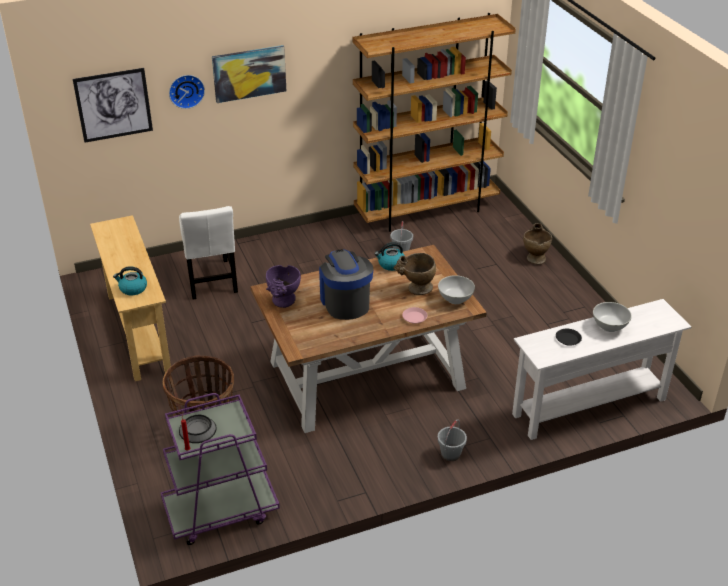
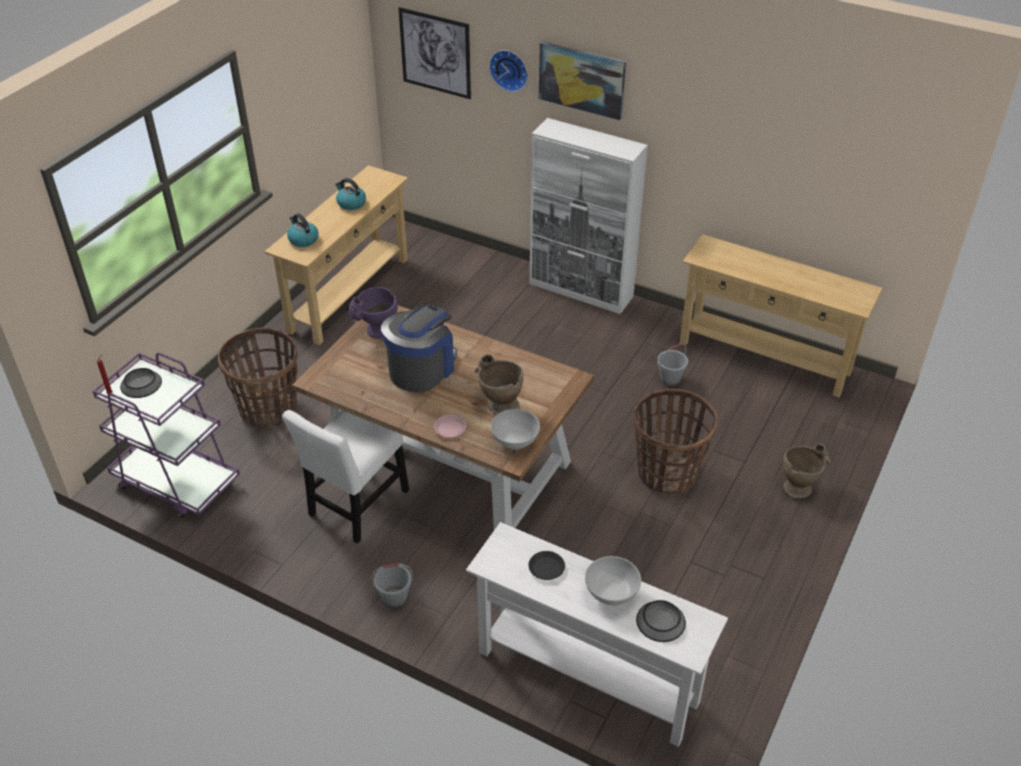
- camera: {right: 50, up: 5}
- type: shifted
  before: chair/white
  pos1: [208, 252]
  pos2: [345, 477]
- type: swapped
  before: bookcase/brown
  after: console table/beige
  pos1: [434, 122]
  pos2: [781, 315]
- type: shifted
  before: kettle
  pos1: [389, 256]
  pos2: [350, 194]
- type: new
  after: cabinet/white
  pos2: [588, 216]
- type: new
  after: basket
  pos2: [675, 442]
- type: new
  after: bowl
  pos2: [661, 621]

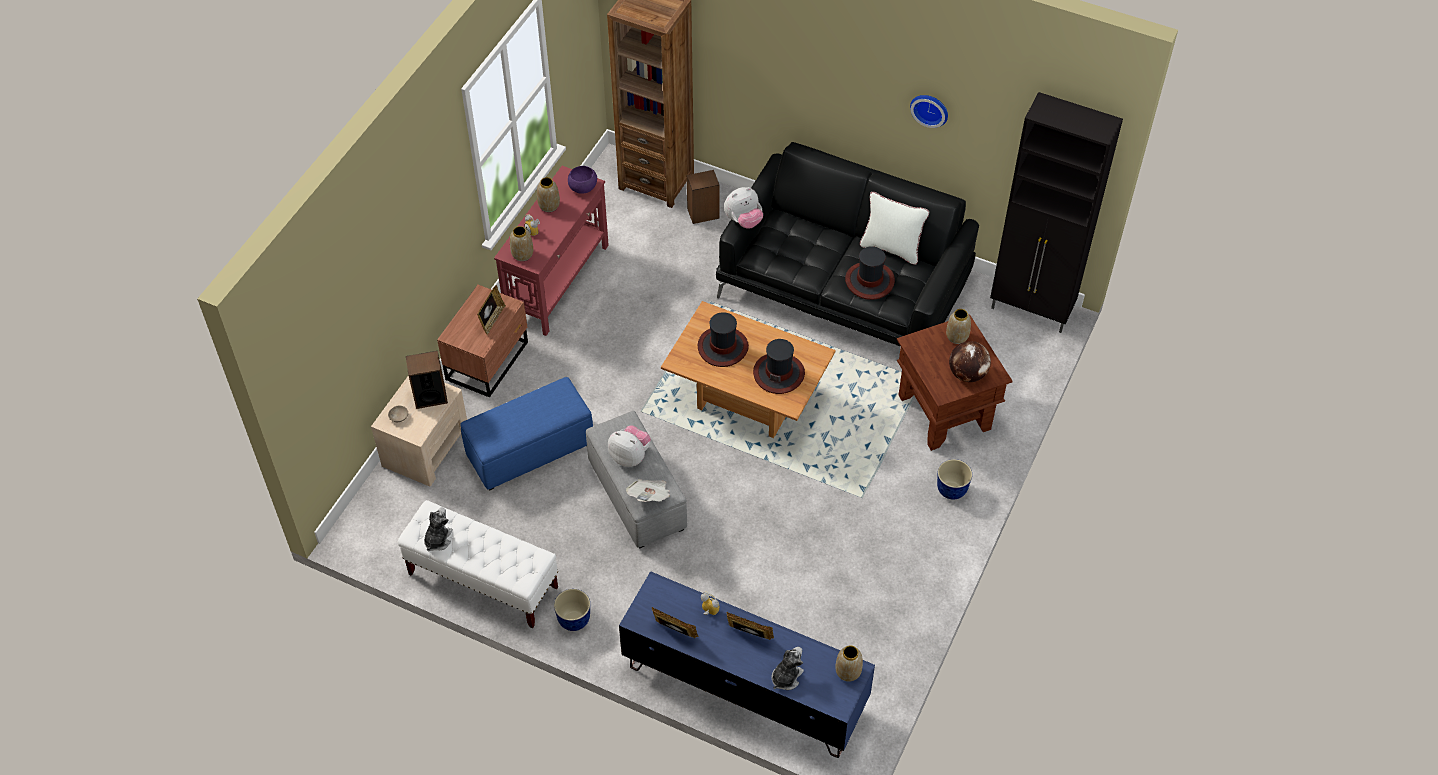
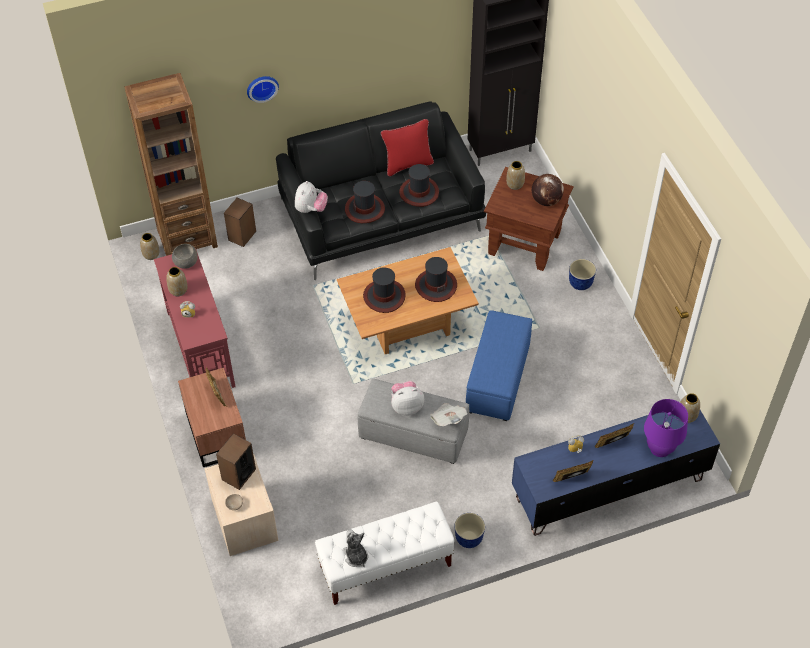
- camera: {right: -45, up: 0}
- type: shifted
  before: ottoman/blue
  pos1: [526, 434]
  pos2: [499, 365]
- type: shifted
  before: vase
  pos1: [521, 243]
  pos2: [150, 246]
- type: repainted
  before: bowl/purple
  after: bowl/grey
  pos1: [582, 180]
  pos2: [185, 256]
- type: swapped
  before: plush toy
  after: table lamp/purple
  pos1: [788, 668]
  pos2: [666, 428]
- type: repainted
  before: pillow/white
  after: pillow/red
  pos1: [894, 228]
  pos2: [407, 147]
- type: shifted
  before: wall clock
  pos1: [929, 111]
  pos2: [263, 89]
- type: new
  after: hat
  pos2: [365, 202]

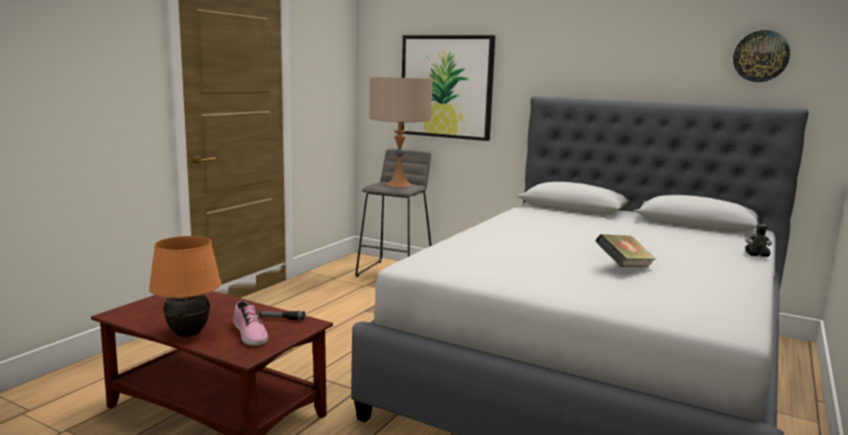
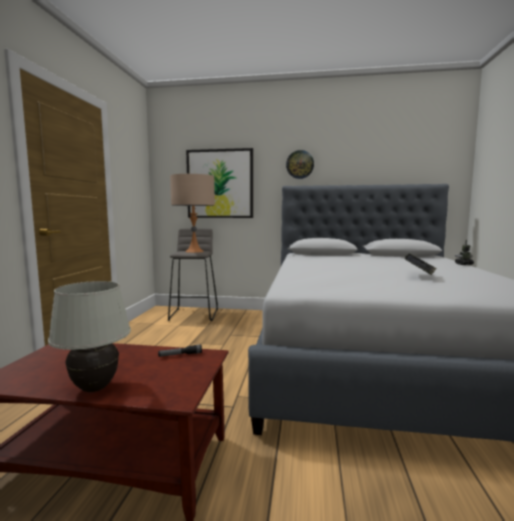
- camera: {right: -20, up: -5}
- type: repainted
  before: table lamp/orange
  after: table lamp/white
  pos1: [185, 286]
  pos2: [89, 336]
- type: gone
  before: shoe
  pos1: [250, 323]
- type: shifted
  before: wall clock
  pos1: [761, 56]
  pos2: [300, 164]

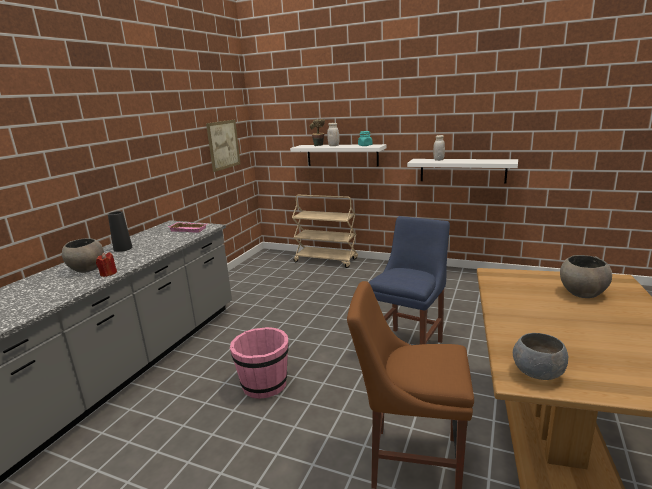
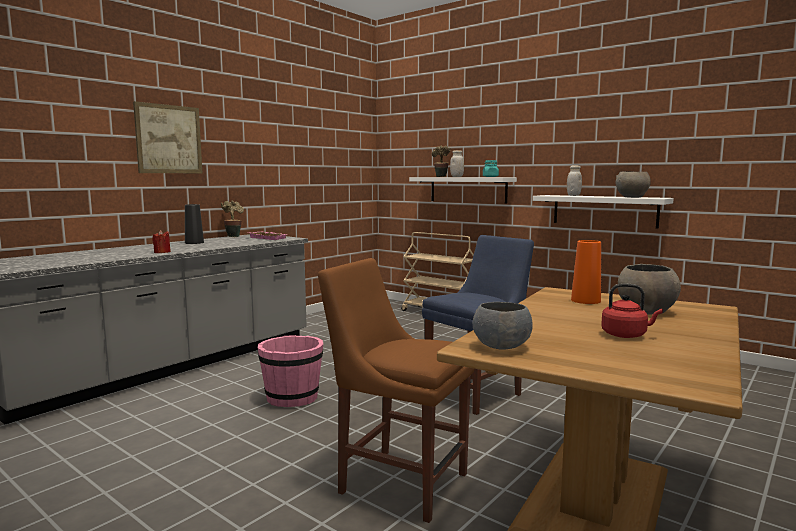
- camera: {right: 15, up: -10}
- type: shifted
  before: bowl/grey
  pos1: [83, 255]
  pos2: [633, 184]
- type: shifted
  before: picture
  pos1: [223, 146]
  pos2: [167, 137]
- type: new
  after: potted plant
  pos2: [232, 218]
- type: new
  after: vase/orange
  pos2: [586, 272]
- type: new
  after: kettle/red
  pos2: [632, 310]

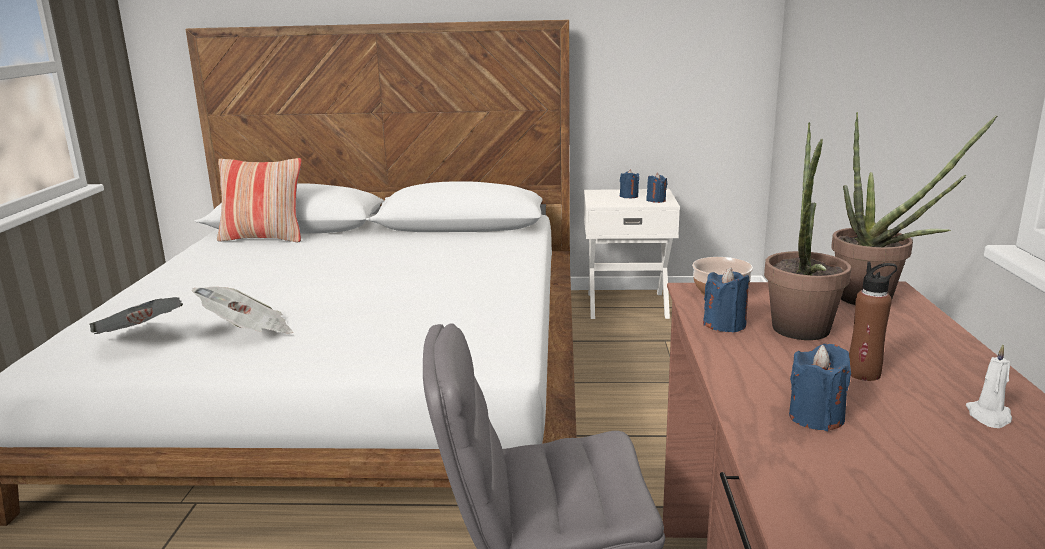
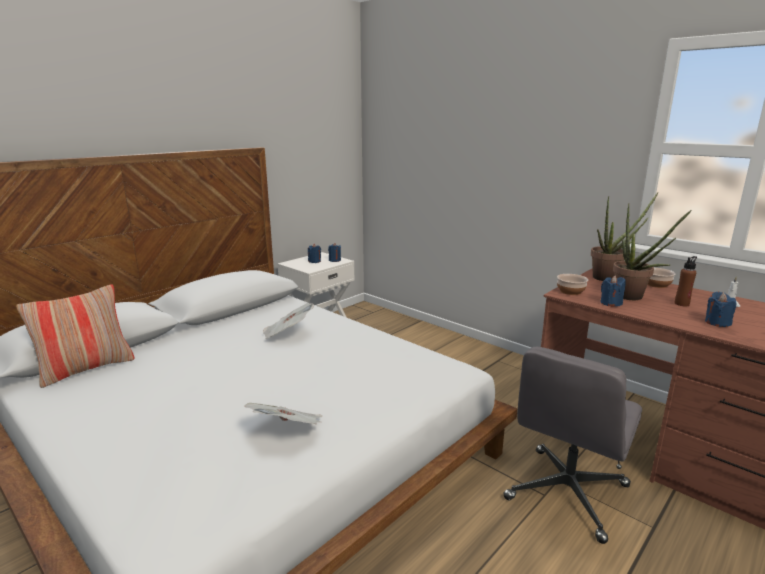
- camera: {right: -50, up: 0}
- type: shifted
  before: newspaper
  pos1: [136, 315]
  pos2: [288, 321]
- type: new
  after: bowl
  pos2: [661, 278]

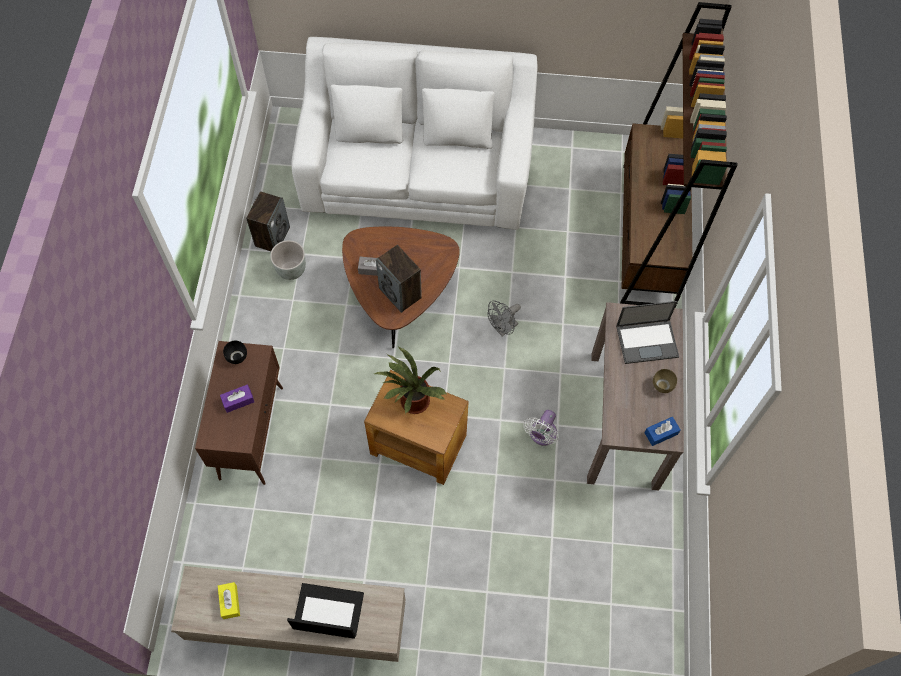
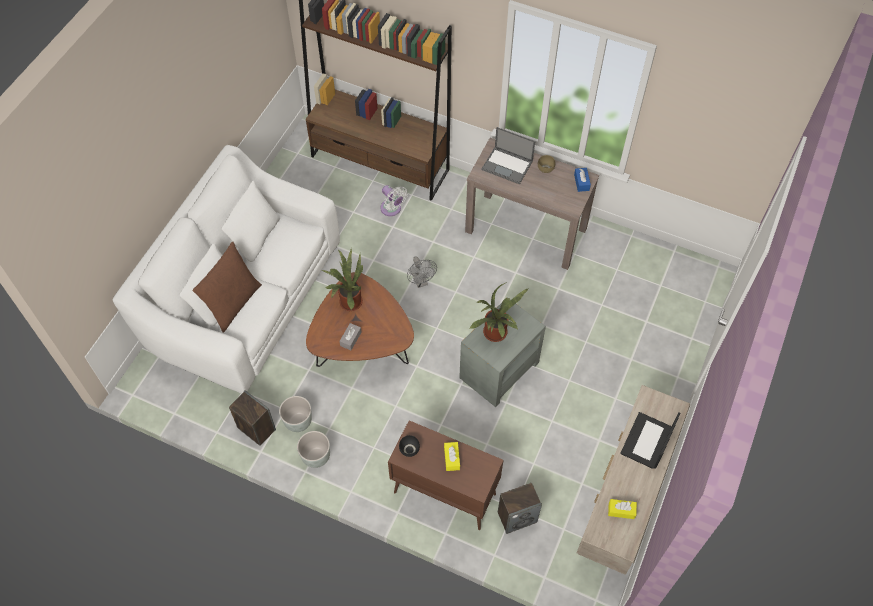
- camera: {right: -70, up: -5}
- type: repainted
  before: tissue box/purple
  after: tissue box/yellow
  pos1: [237, 398]
  pos2: [452, 456]
- type: repainted
  before: side table/brown
  after: side table/grey
  pos1: [416, 427]
  pos2: [502, 352]
- type: shifted
  before: speaker
  pos1: [399, 279]
  pos2: [520, 508]
- type: shifted
  before: fan/white
  pos1: [540, 428]
  pos2: [394, 200]
- type: rotated
  before: laptop
  pos1: [647, 332]
  pos2: [508, 155]
  turn: 105
- type: new
  after: pillow/brown
  pos2: [227, 287]
- type: new
  after: planter/grey
  pos2: [313, 449]
- type: new
  after: potted plant
  pos2: [342, 280]

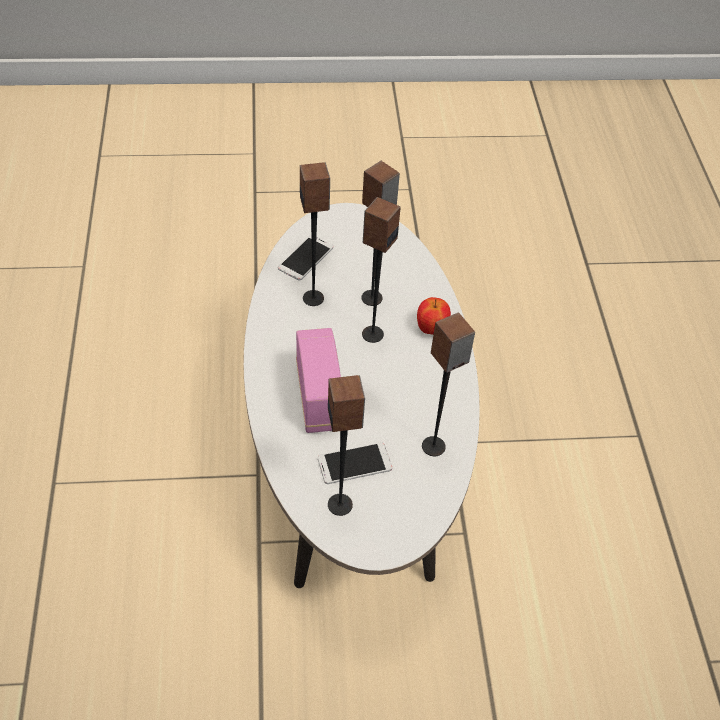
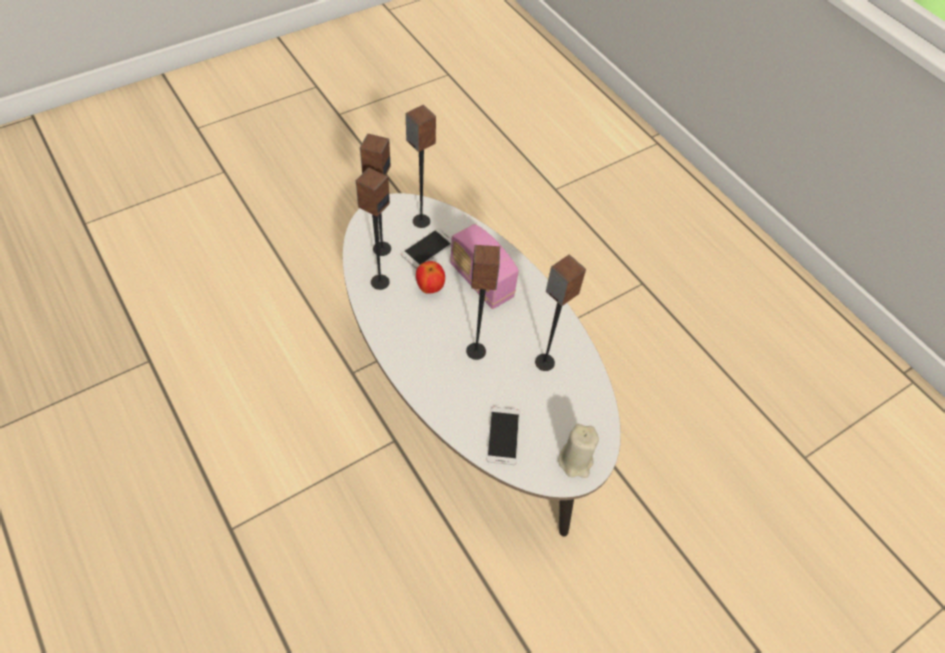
- camera: {right: 150, up: 5}
- type: shifted
  before: phone
  pos1: [305, 258]
  pos2: [503, 436]
- type: shifted
  before: speaker
  pos1: [380, 233]
  pos2: [375, 195]
- type: shifted
  before: apple
  pos1: [434, 316]
  pos2: [430, 277]
- type: new
  after: candle/beige
  pos2: [578, 451]

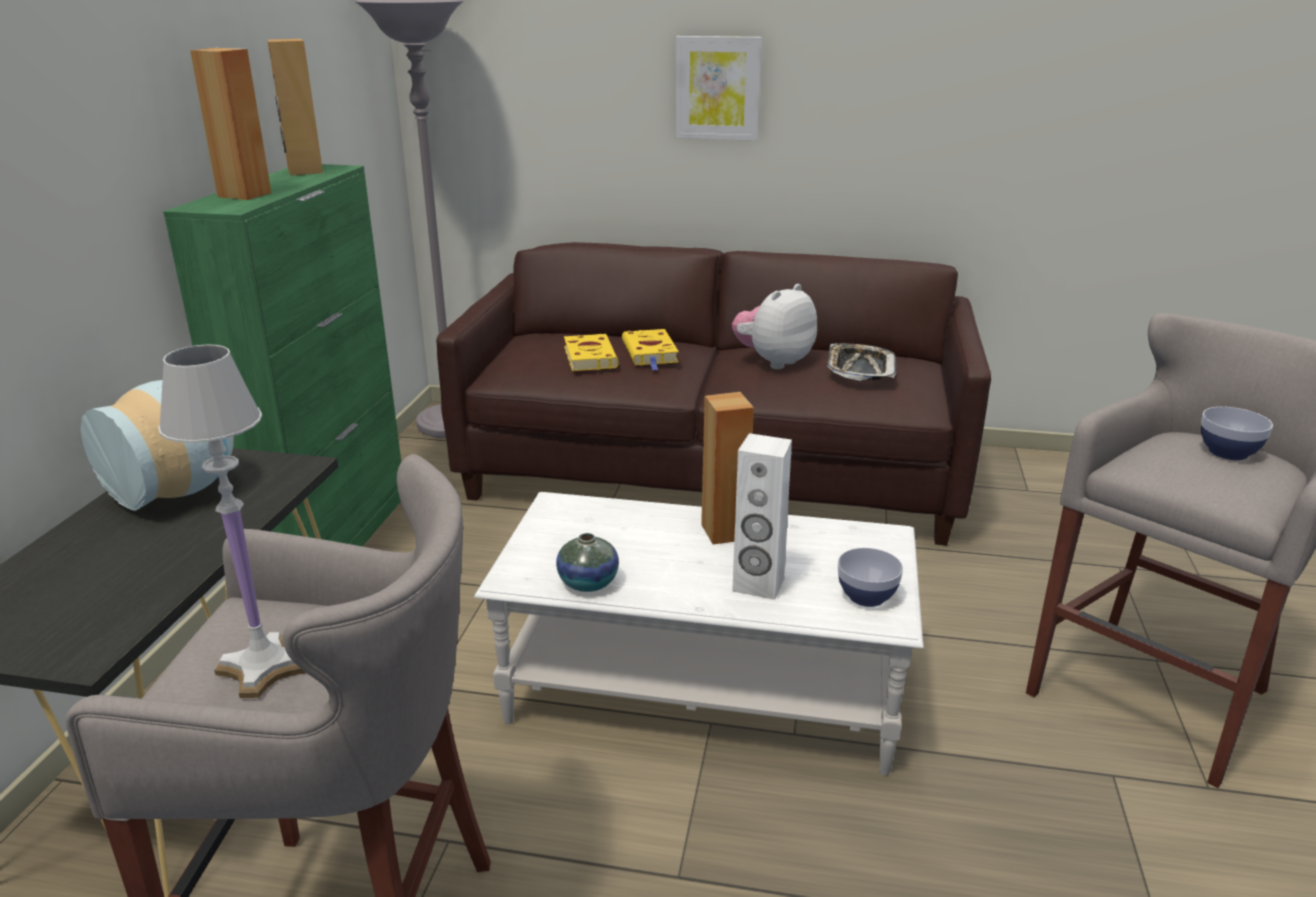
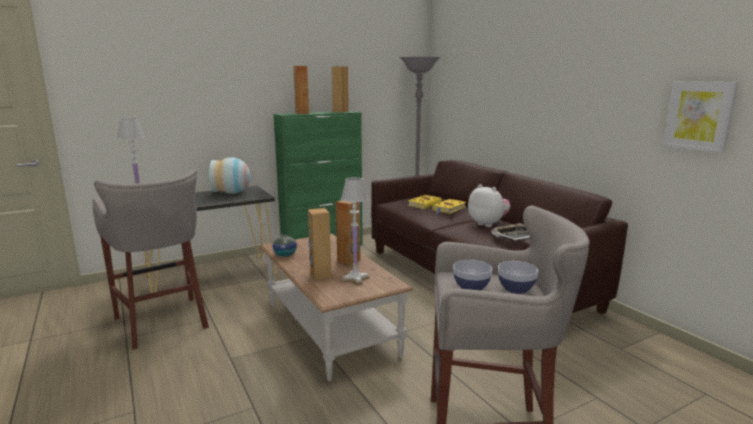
- camera: {right: 50, up: -10}
- type: repainted
  before: coffee table/white
  after: coffee table/brown
  pos1: [698, 634]
  pos2: [336, 307]
- type: shifted
  before: picture
  pos1: [718, 88]
  pos2: [701, 117]
- type: rotated
  before: plush toy
  pos1: [774, 326]
  pos2: [489, 205]
  turn: 45
- type: repainted
  before: speaker/white
  after: speaker/brown
  pos1: [762, 516]
  pos2: [319, 244]
- type: shifted
  before: bowl
  pos1: [870, 577]
  pos2: [472, 275]
- type: new
  after: table lamp/white
  pos2: [355, 231]

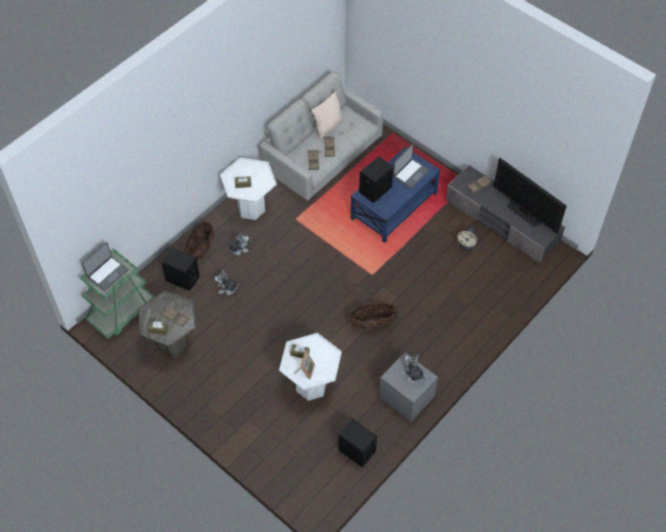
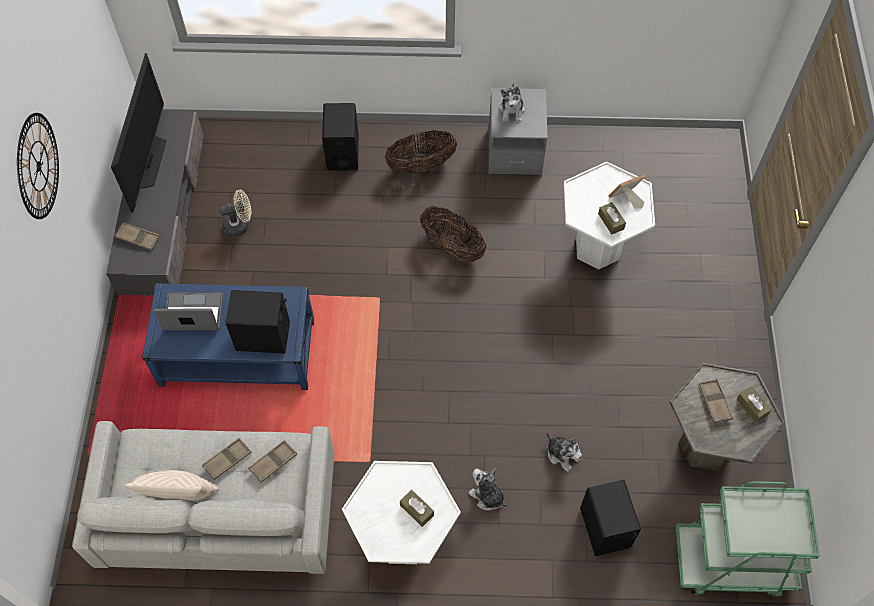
- camera: {right: -130, up: 5}
- type: gone
  before: laptop
  pos1: [105, 266]
- type: shifted
  before: basket
  pos1: [199, 241]
  pos2: [421, 152]
- type: shifted
  before: speaker/black
  pos1: [357, 443]
  pos2: [340, 137]
- type: new
  after: wall clock
  pos2: [38, 166]

